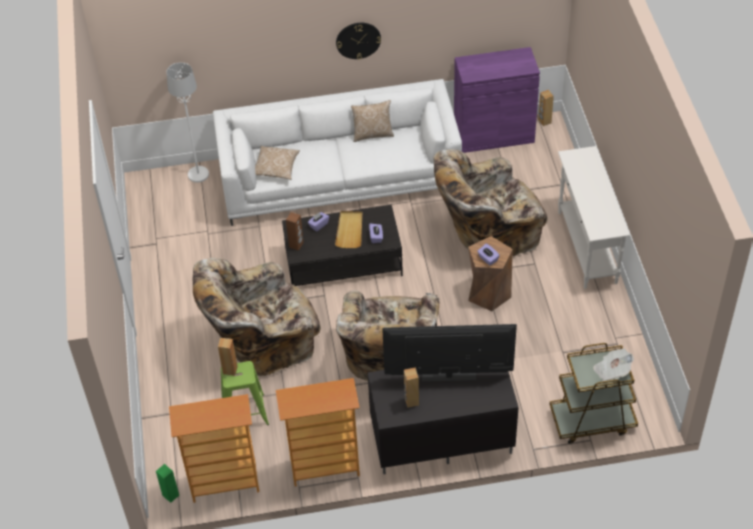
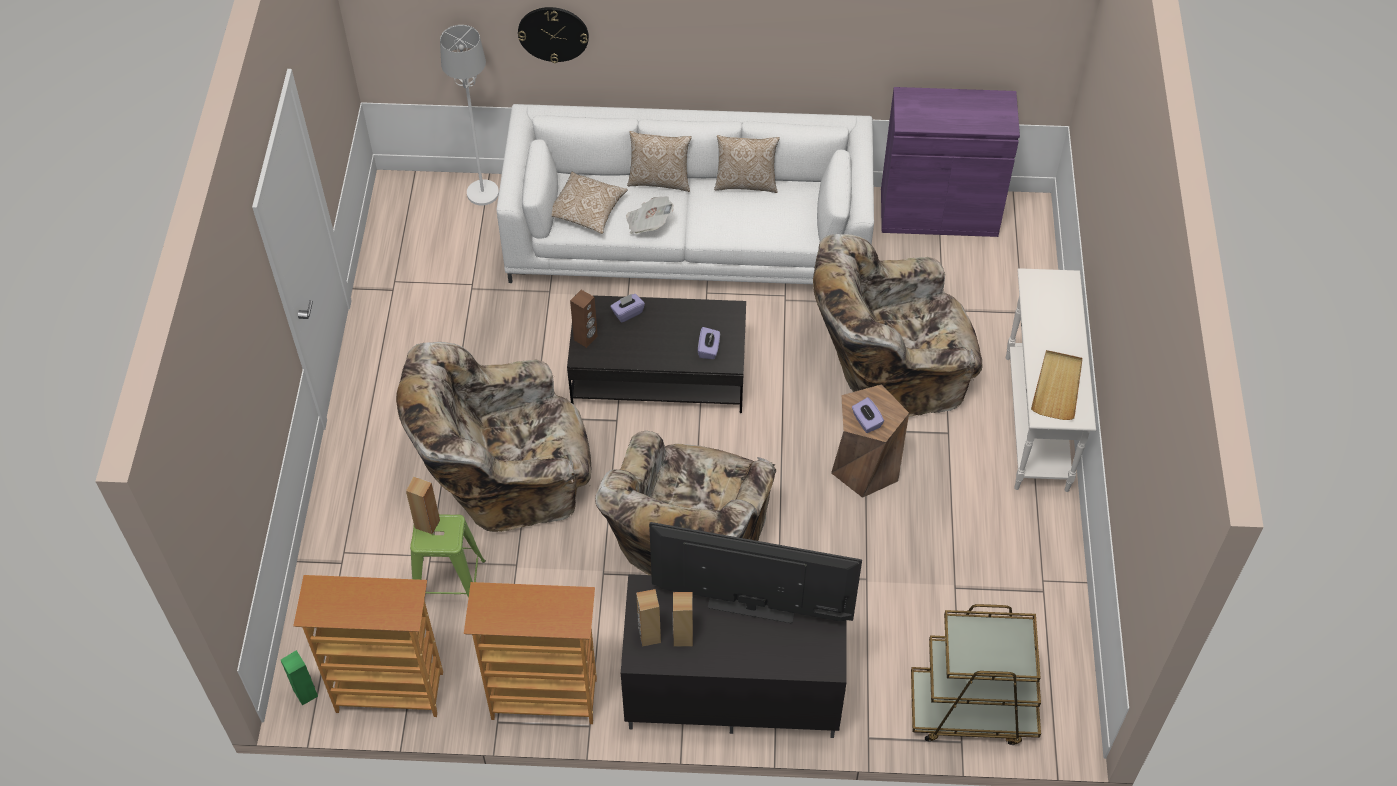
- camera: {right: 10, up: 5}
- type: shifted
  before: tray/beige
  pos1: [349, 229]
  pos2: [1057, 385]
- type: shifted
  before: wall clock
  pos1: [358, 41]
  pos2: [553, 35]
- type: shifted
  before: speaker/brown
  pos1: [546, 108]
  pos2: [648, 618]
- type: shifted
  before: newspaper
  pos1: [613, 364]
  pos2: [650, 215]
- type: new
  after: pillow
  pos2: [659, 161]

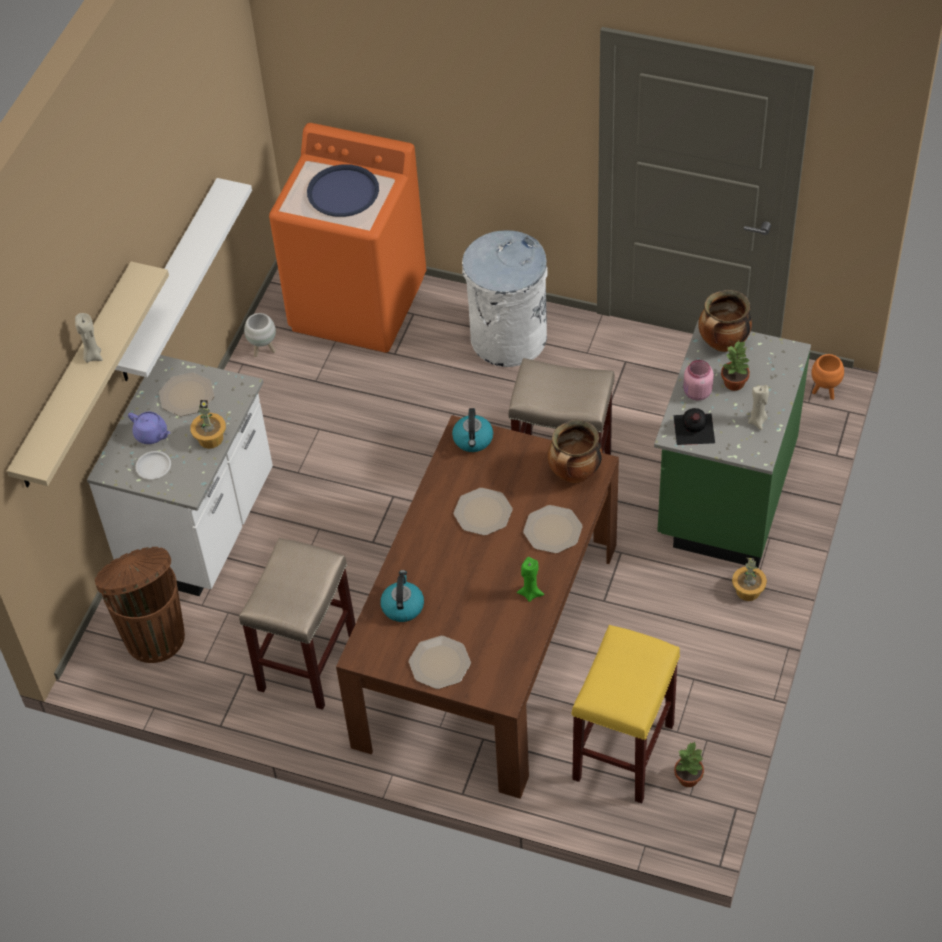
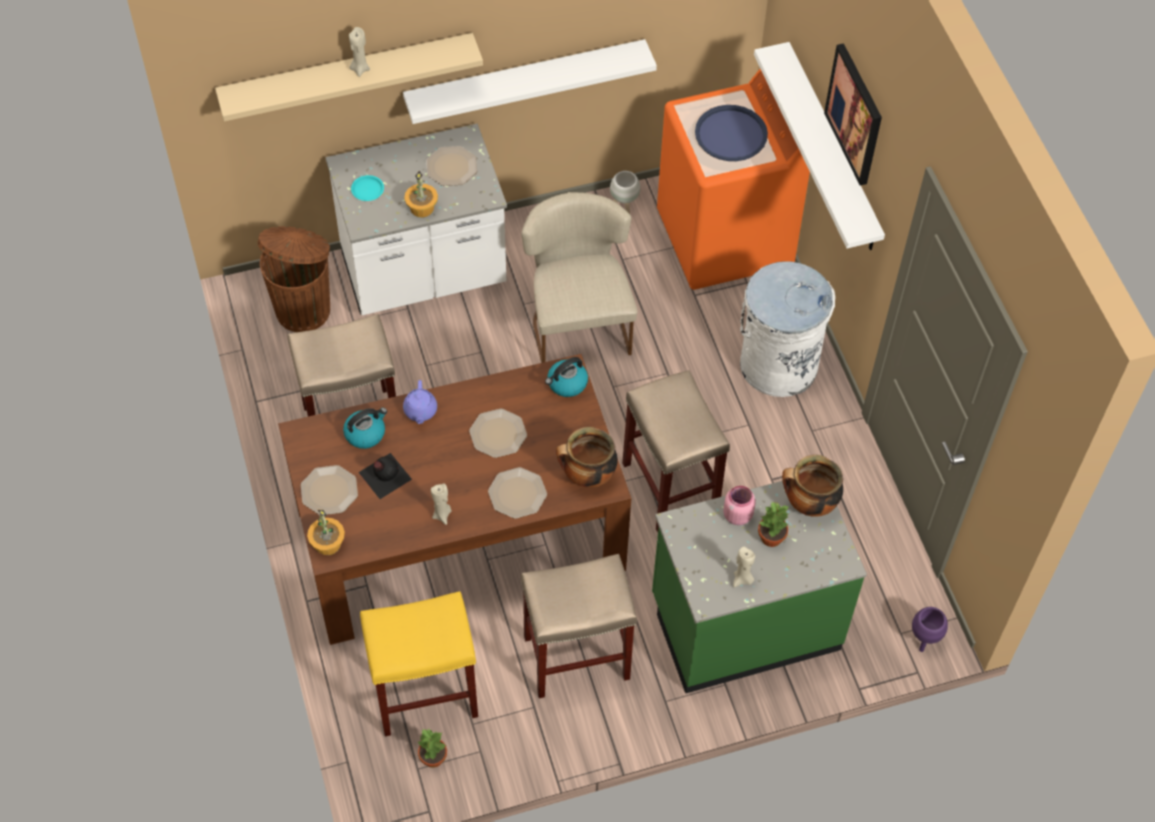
- camera: {right: 50, up: 5}
- type: shifted
  before: teapot/purple
  pos1: [149, 428]
  pos2: [420, 402]
- type: repainted
  before: plate/white
  after: plate/turquoise
  pos1: [153, 465]
  pos2: [367, 188]
- type: repainted
  before: candle/green
  after: candle/beige
  pos1: [530, 579]
  pos2: [441, 504]
- type: shifted
  before: bottle/black
  pos1: [694, 426]
  pos2: [385, 476]
- type: shifted
  before: potted plant
  pos1: [749, 579]
  pos2: [326, 532]
- type: repainted
  before: planter/orange
  after: planter/purple
  pos1: [827, 377]
  pos2: [930, 629]
- type: new
  after: chair/beige
  pos2: [579, 277]
- type: new
  after: stool/beige
  pos2: [579, 626]
- type: new
  after: shelf/white
  pos2: [819, 146]
- type: new
  after: picture
  pos2: [853, 114]

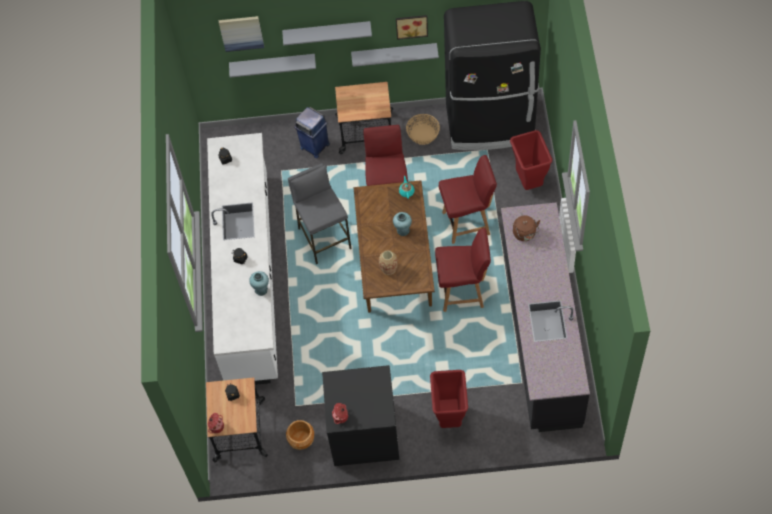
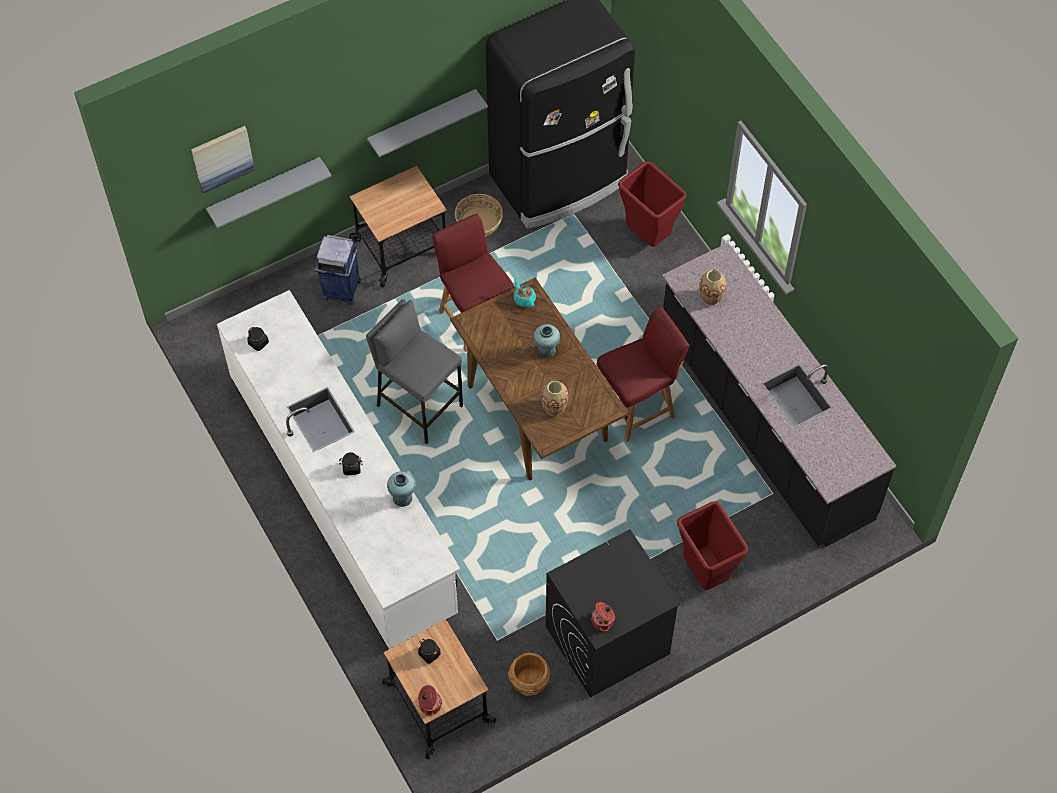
- camera: {right: -30, up: 0}
- type: gone
  before: shelf/grey
  pos1: [327, 33]
- type: gone
  before: picture
  pos1: [412, 27]
- type: gone
  before: chair/red
  pos1: [468, 199]
- type: swapped
  before: kettle/brown
  after: vase
  pos1: [526, 228]
  pos2: [712, 287]

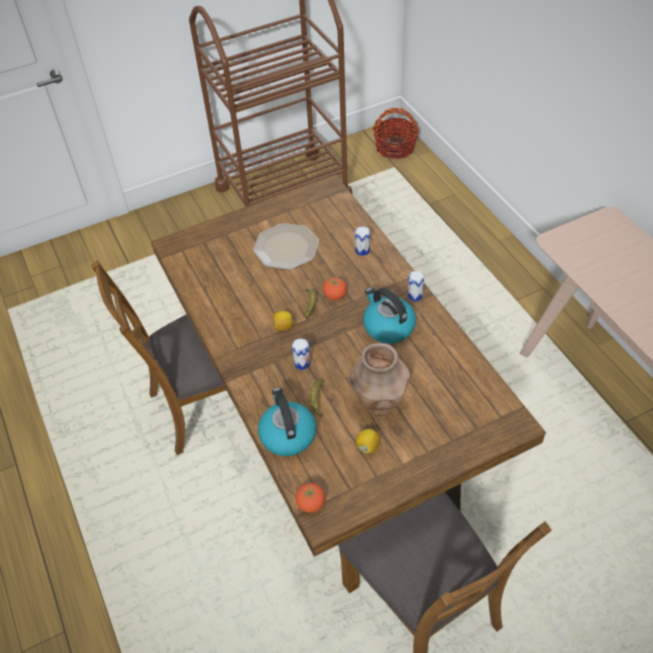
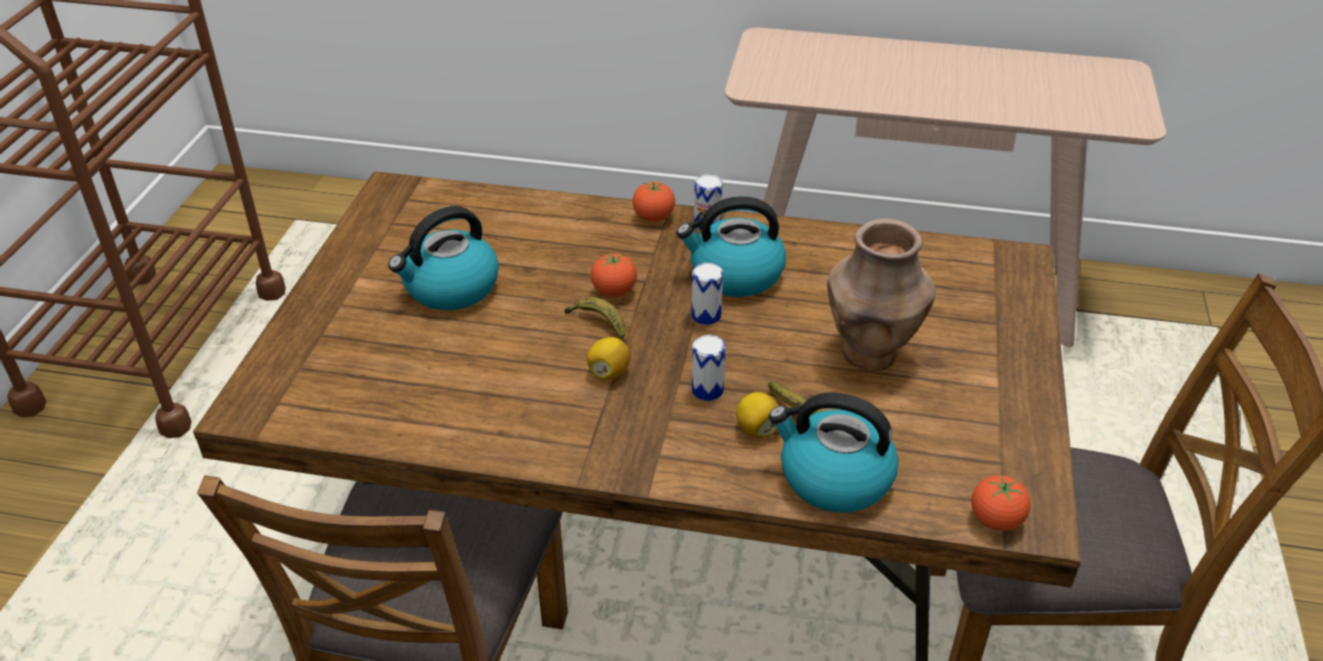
- camera: {right: -55, up: -10}
- type: swapped
  before: plate
  after: kettle
  pos1: [286, 246]
  pos2: [443, 258]
- type: shifted
  before: can
  pos1: [362, 241]
  pos2: [707, 294]
- type: shifted
  before: lemon
  pos1: [368, 441]
  pos2: [757, 415]
- type: gone
  before: basket
  pos1: [395, 133]
- type: new
  after: tomato
  pos2: [653, 201]

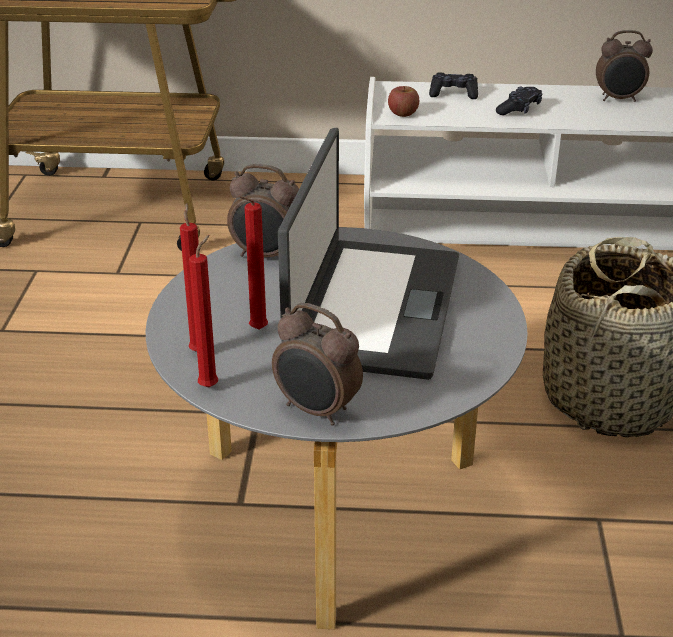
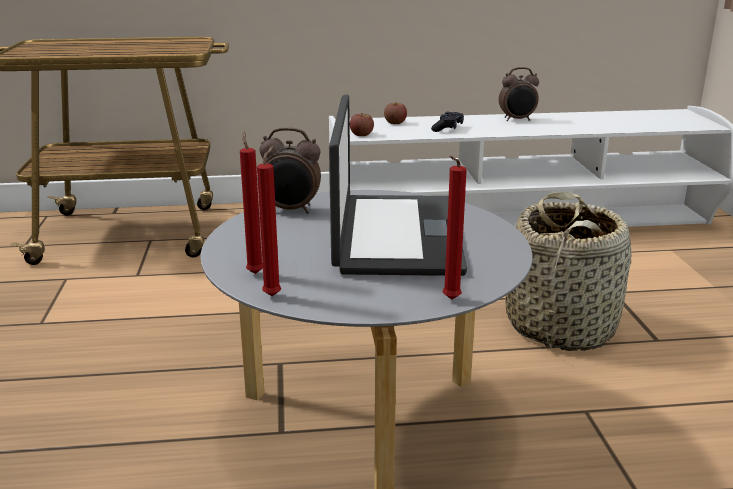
- camera: {right: -10, up: -10}
- type: shifted
  before: candle/red
  pos1: [253, 263]
  pos2: [455, 228]
- type: gone
  before: alarm clock
  pos1: [317, 364]
- type: swapped
  before: game controller/black
  after: apple
  pos1: [453, 85]
  pos2: [395, 113]

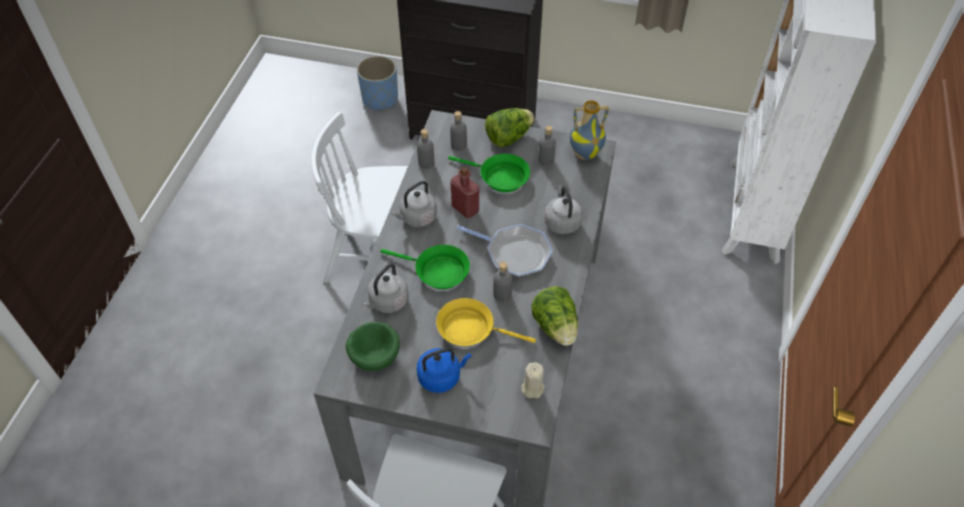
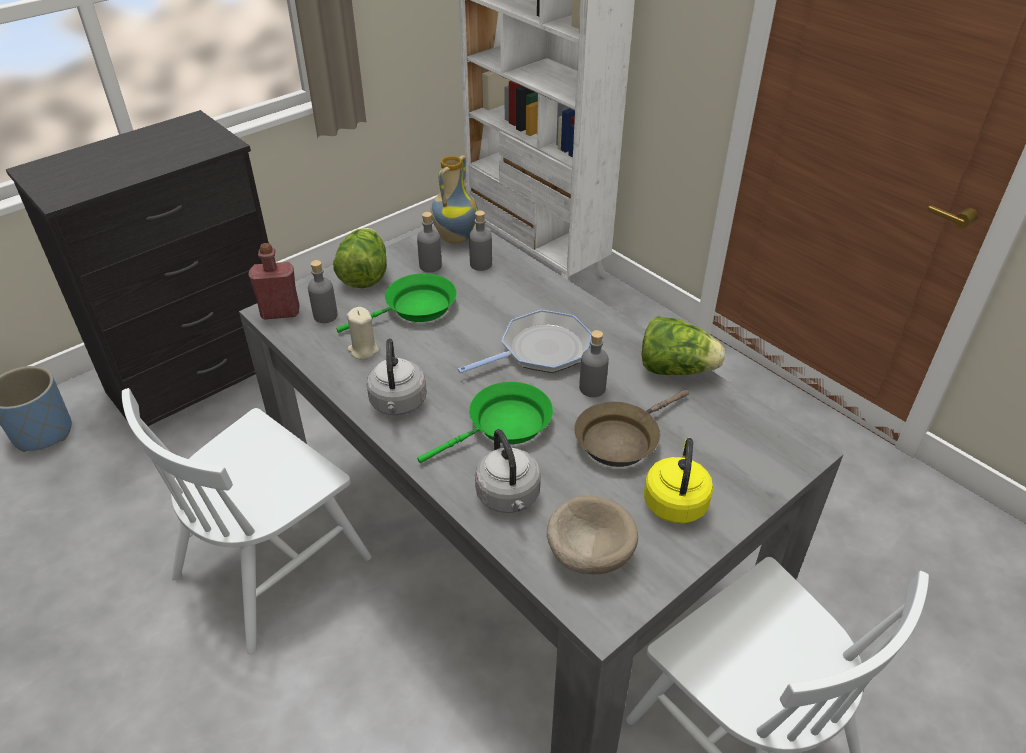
- camera: {right: -55, up: -10}
- type: repainted
  before: bowl/green
  after: bowl/beige
  pos1: [373, 346]
  pos2: [592, 534]
- type: shifted
  before: bottle/grey
  pos1: [426, 149]
  pos2: [480, 240]
- type: repainted
  before: kettle/blue
  after: kettle/yellow
  pos1: [444, 370]
  pos2: [678, 481]
- type: repainted
  before: frying pan/yellow
  after: frying pan/brown
  pos1: [486, 322]
  pos2: [631, 428]
- type: shifted
  before: bottle/red
  pos1: [464, 192]
  pos2: [273, 281]
- type: shifted
  before: candle/beige
  pos1: [532, 380]
  pos2: [363, 333]
- type: gone
  before: kettle/grey
  pos1: [563, 209]

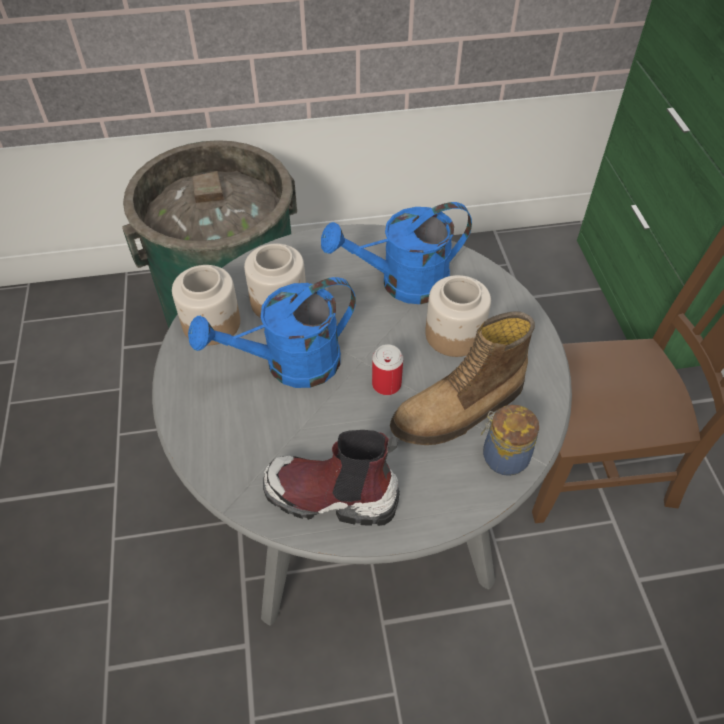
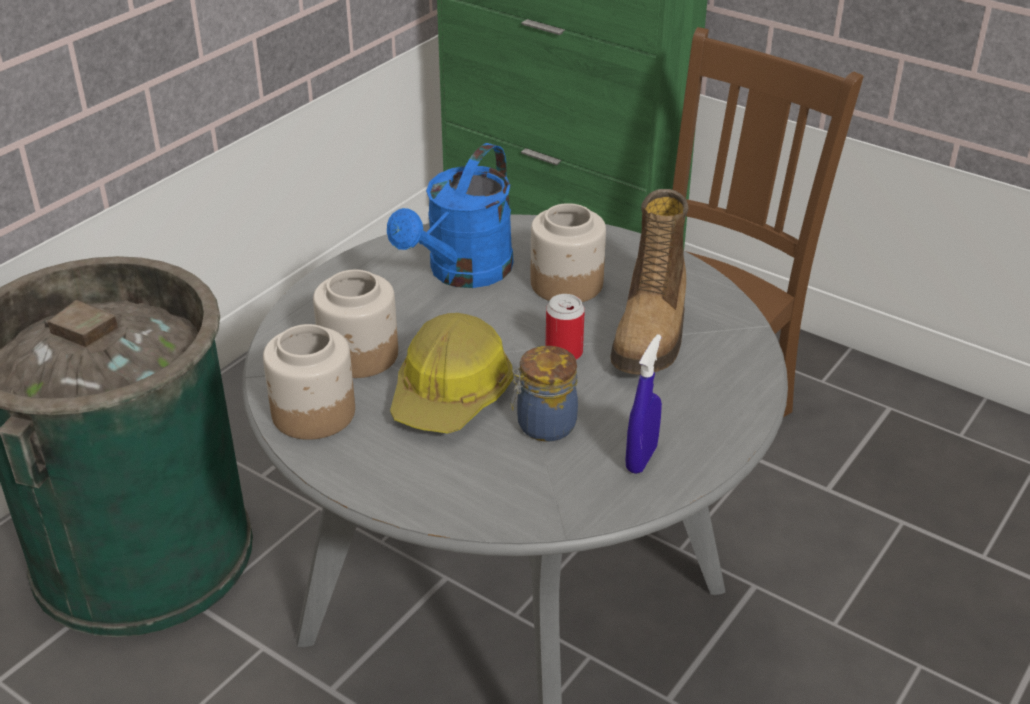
- camera: {right: -45, up: -15}
- type: swapped
  before: watering can/blue
  after: hard hat
  pos1: [272, 332]
  pos2: [451, 373]
- type: swapped
  before: boot
  after: spray bottle/blue
  pos1: [331, 478]
  pos2: [643, 404]
- type: shifted
  before: jar
  pos1: [510, 440]
  pos2: [544, 394]

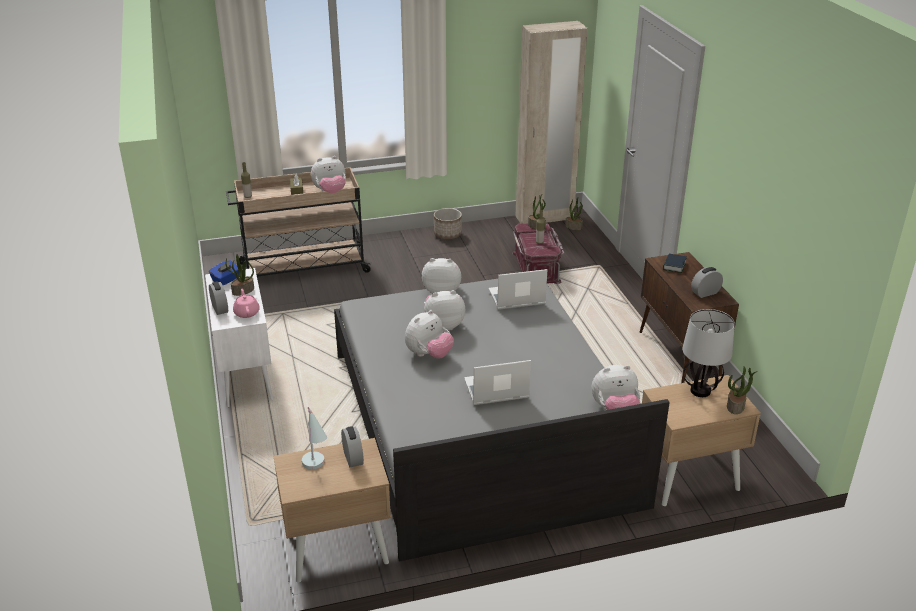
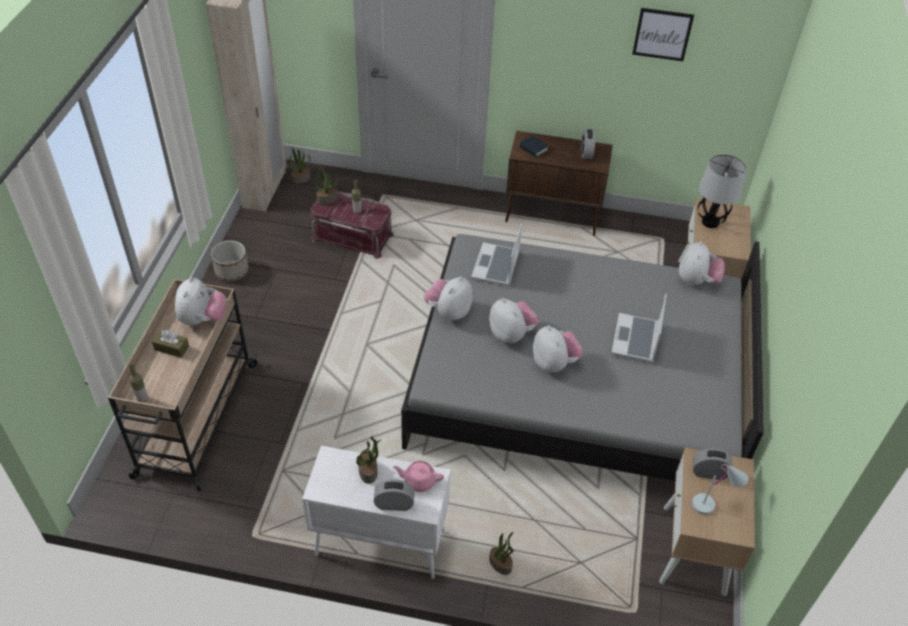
- camera: {right: -65, up: 15}
- type: gone
  before: tissue box/blue
  pos1: [224, 272]
- type: rotated
  before: plush toy
  pos1: [444, 310]
  pos2: [513, 320]
  turn: 135
- type: shifted
  before: potted plant
  pos1: [742, 390]
  pos2: [501, 553]
- type: new
  after: picture
  pos2: [663, 34]

